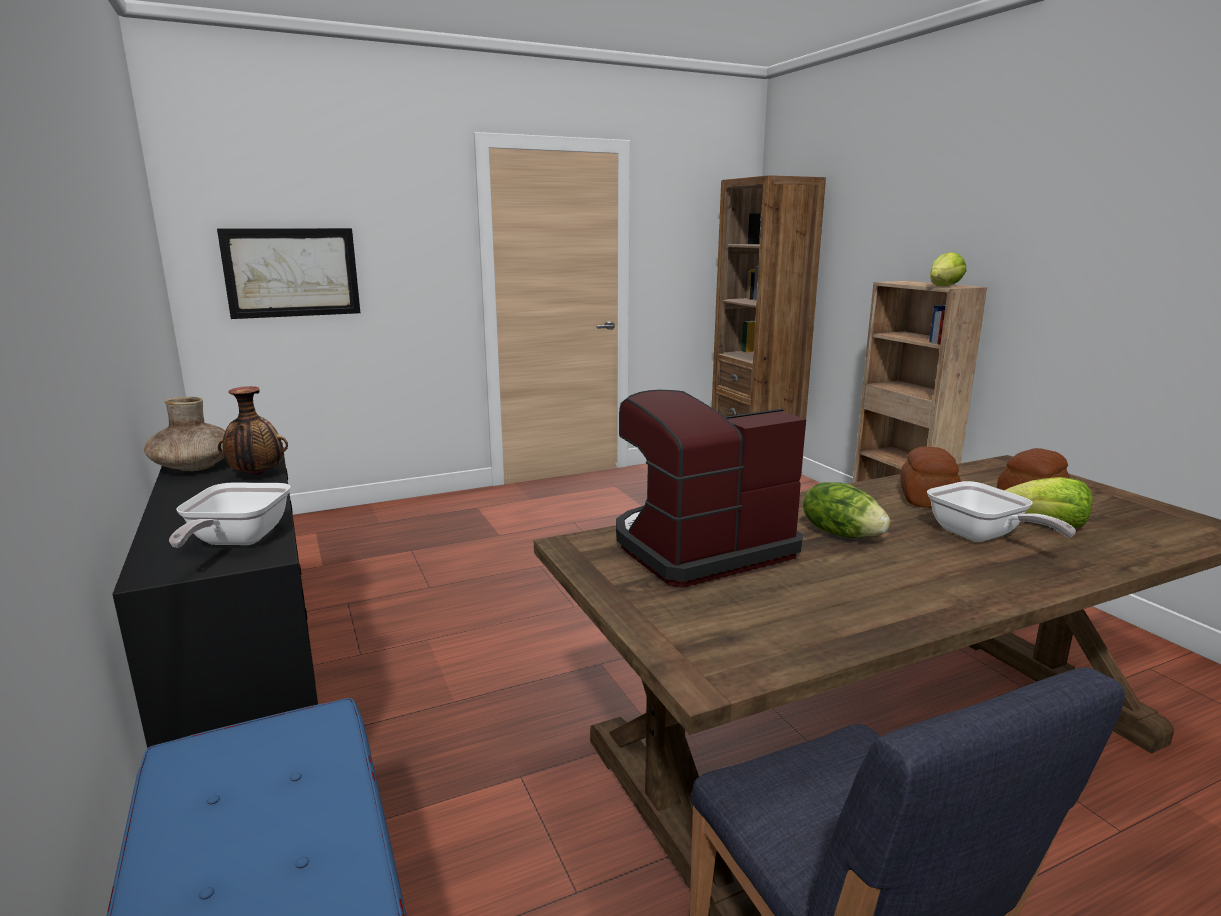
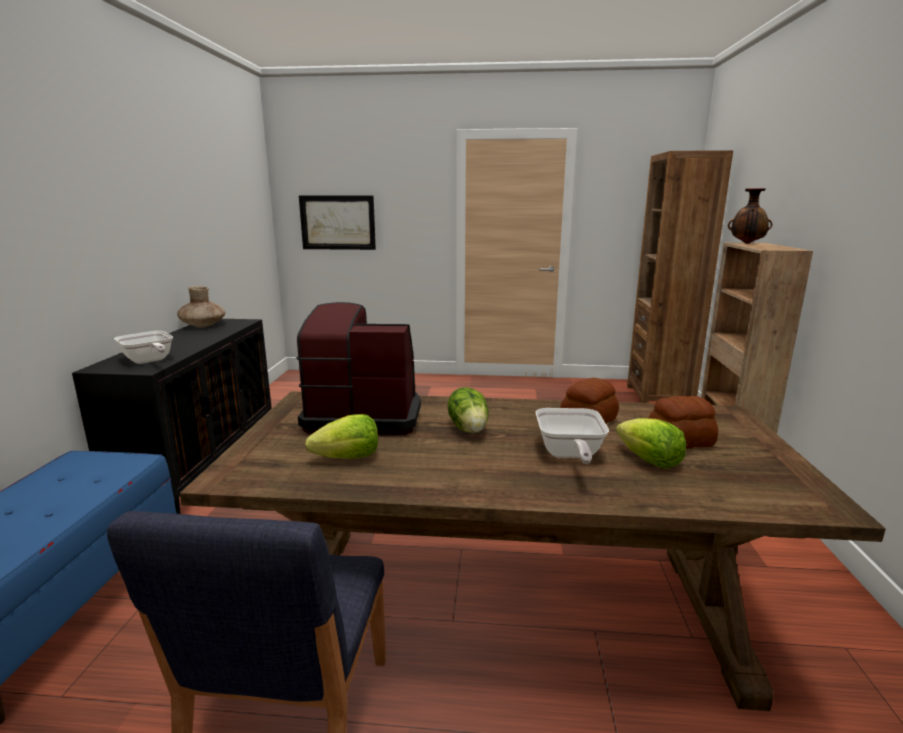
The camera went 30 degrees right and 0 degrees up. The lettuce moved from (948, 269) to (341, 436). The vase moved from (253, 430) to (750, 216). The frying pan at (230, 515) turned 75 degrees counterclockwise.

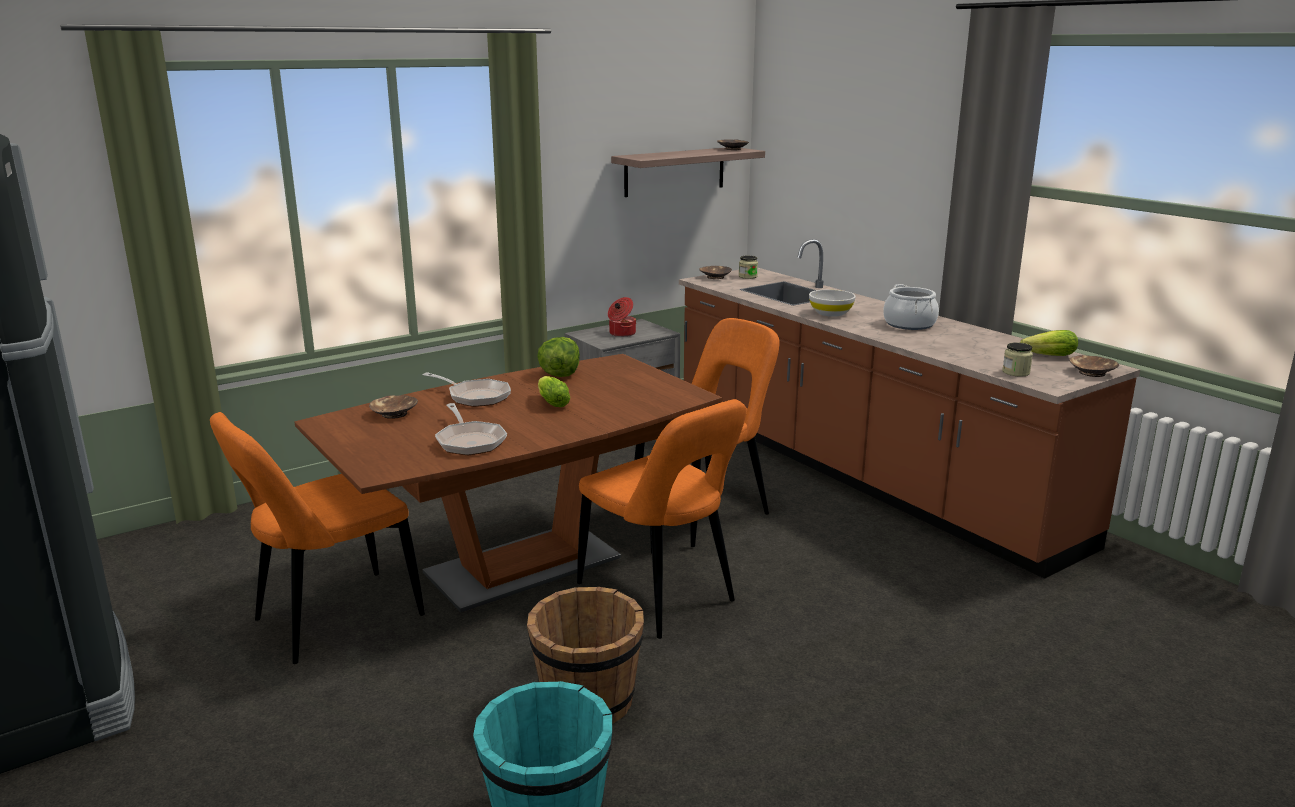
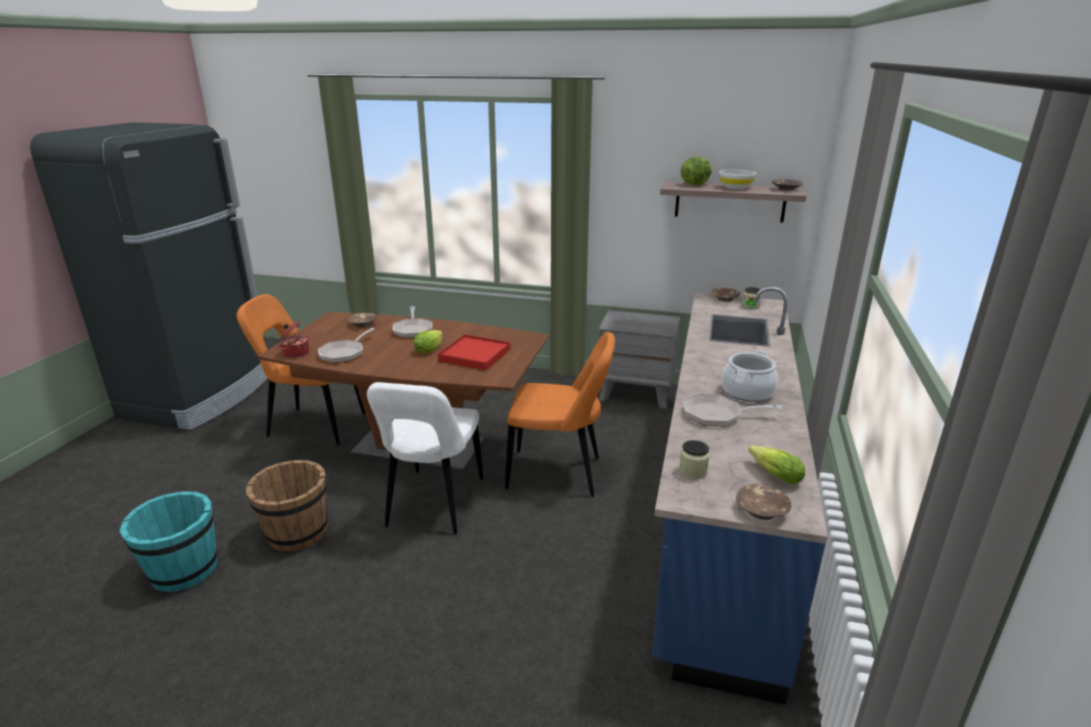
The camera went 50 degrees right and 5 degrees up. The brown counter at (909, 409) became the blue counter at (740, 496). The white bowl moved from (832, 303) to (737, 179). The cooking pot moved from (622, 317) to (294, 339). The lettuce moved from (558, 357) to (696, 171). The orange chair at (662, 519) became the white chair at (425, 458). The red tray at (474, 352) appeared. The frying pan at (732, 410) appeared.

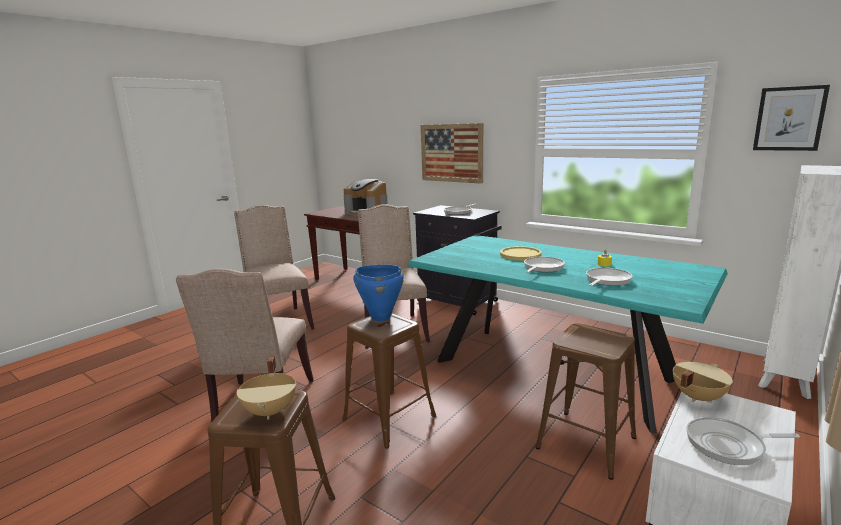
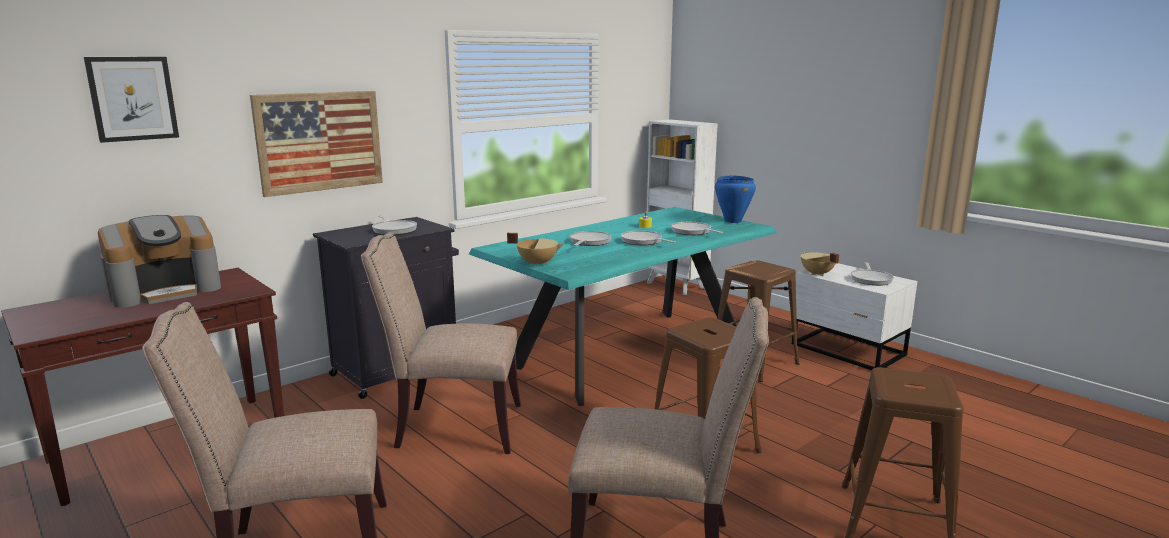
The camera went 80 degrees left and 0 degrees up. The picture moved from (791, 118) to (131, 100). The yellow plate at (520, 253) was replaced by the frying pan at (591, 238). The blue cooking pot moved from (378, 293) to (735, 199). The beige cooking pot moved from (266, 387) to (535, 250).

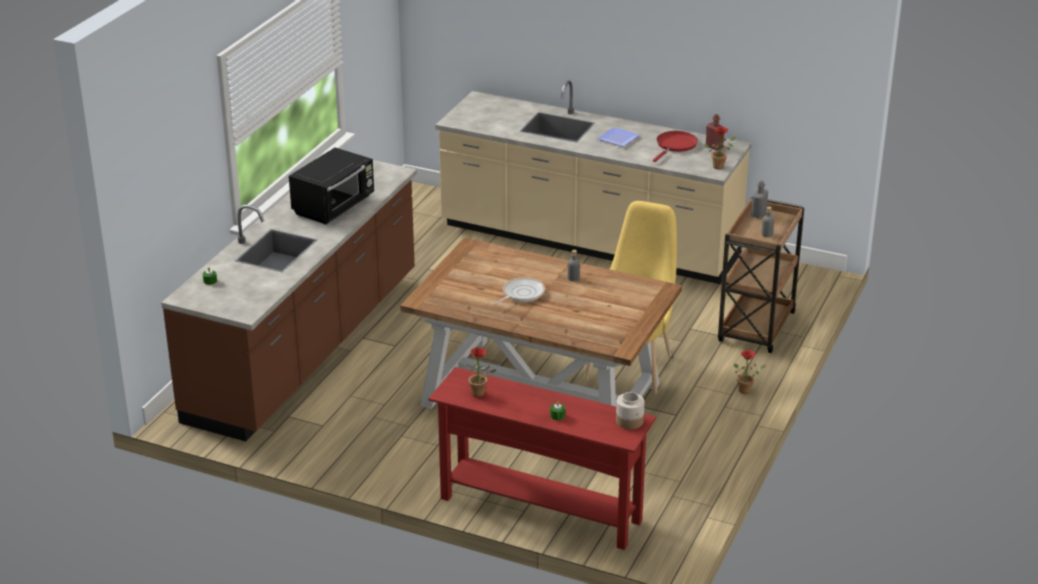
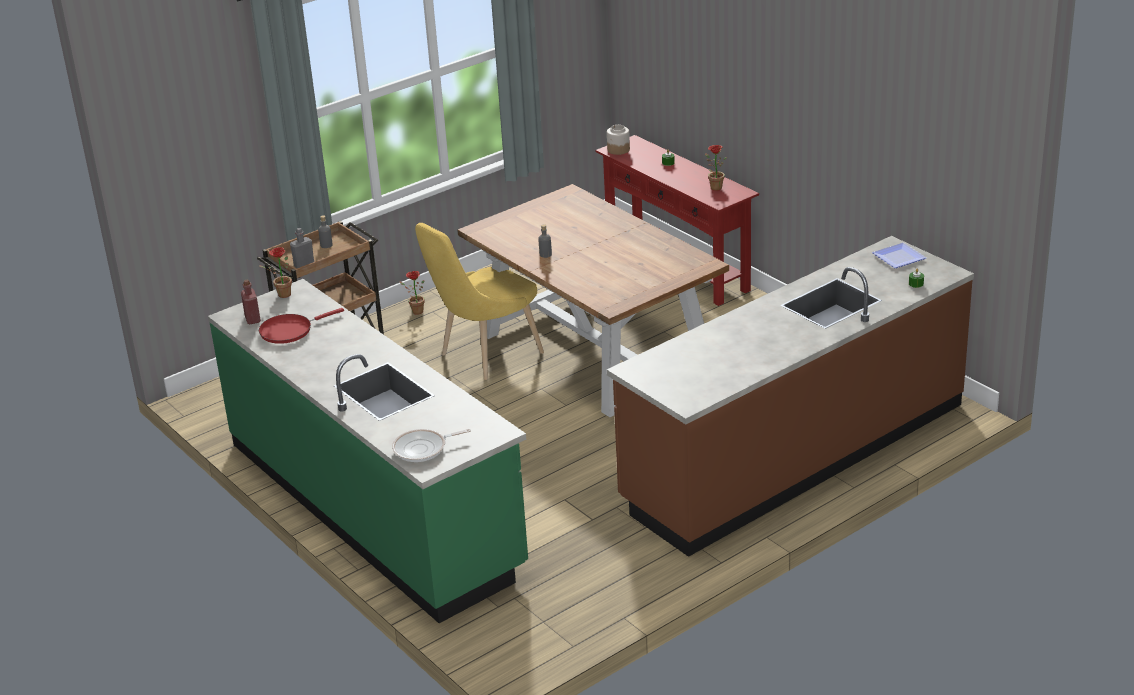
The camera went 150 degrees left and 0 degrees up. The beige counter at (593, 182) became the green counter at (368, 451). The plate moved from (618, 137) to (899, 255). The black microwave at (331, 185) disappeared. The frying pan moved from (519, 291) to (431, 445).

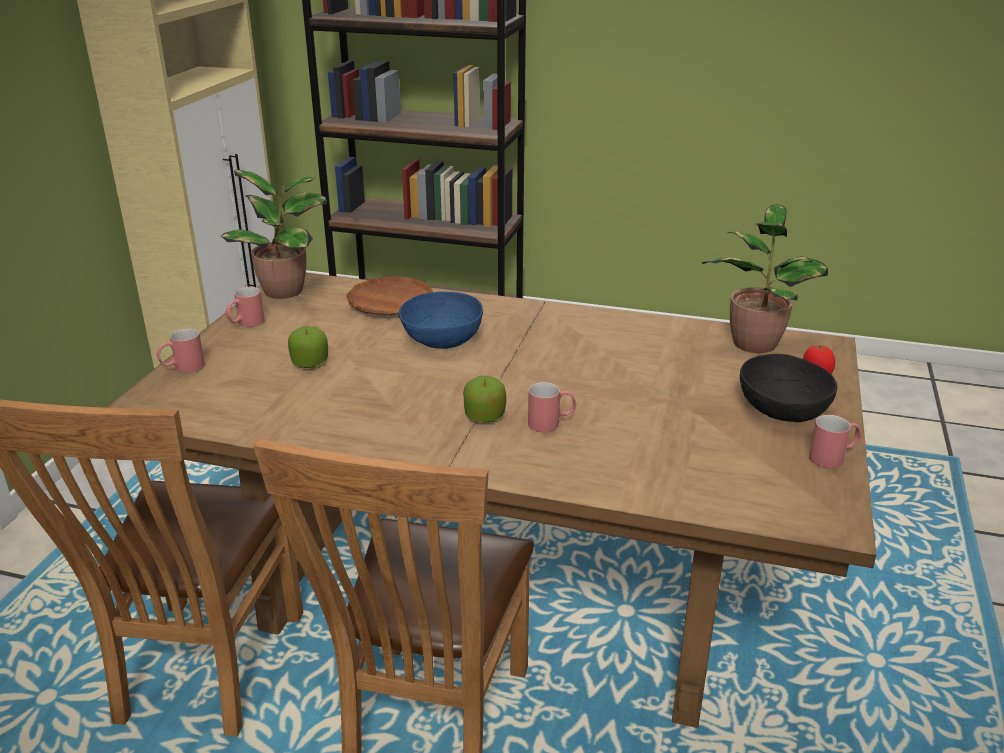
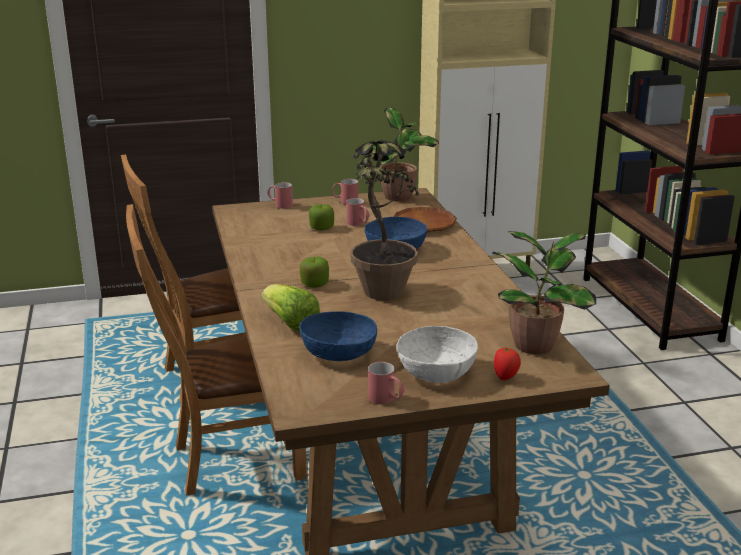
The camera went 60 degrees right and 5 degrees down. The black bowl at (788, 388) became the white bowl at (437, 354). The red mug moved from (552, 407) to (358, 212). The potted plant at (385, 220) appeared. The lettuce at (290, 308) appeared. The blue bowl at (338, 336) appeared.

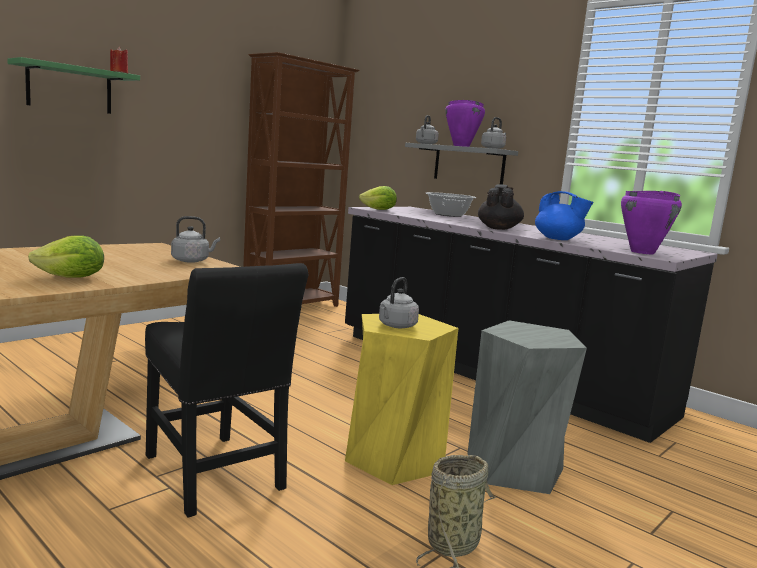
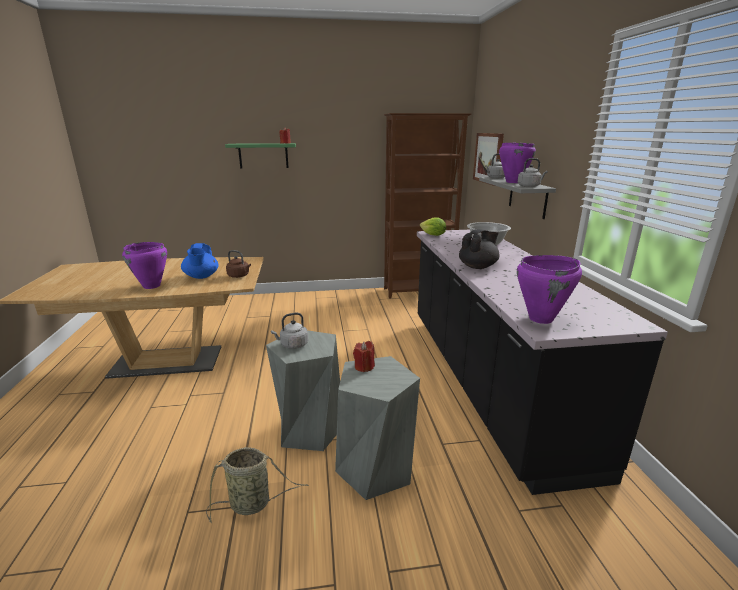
The camera went 40 degrees right and 10 degrees up. The blue teapot moved from (564, 215) to (199, 261). The grey kettle at (195, 239) became the brown kettle at (238, 264). The lettuce at (66, 256) was replaced by the purple cooking pot at (144, 265). The black chair at (226, 390) disappeared. The yellow stool at (401, 399) became the grey stool at (303, 390). The picture at (488, 159) appeared. The red candle at (364, 356) appeared.

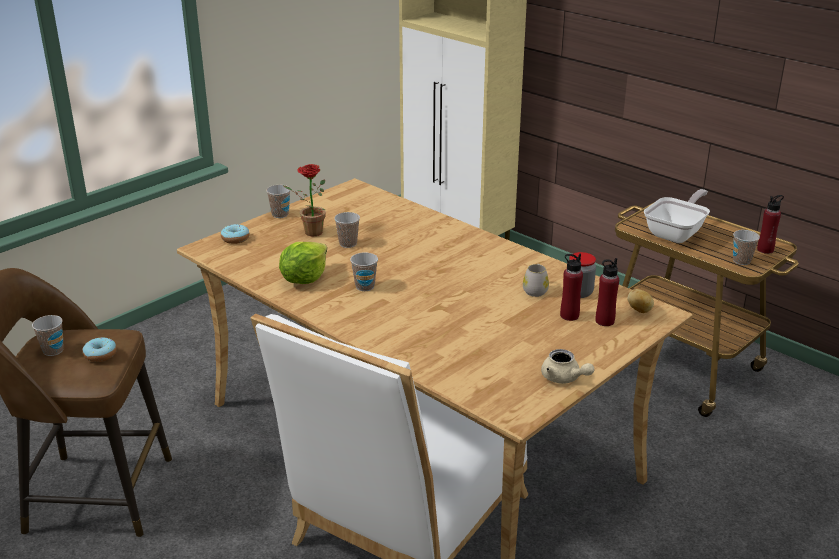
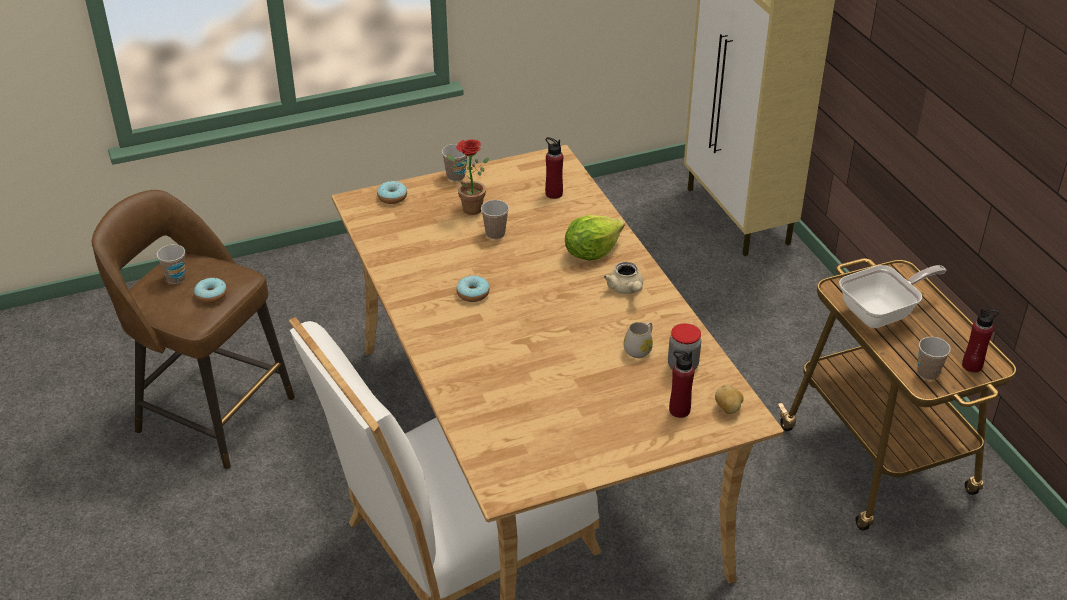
The camera went 25 degrees right and 10 degrees up. The lettuce moved from (303, 263) to (594, 238). The cup at (364, 271) was replaced by the donut at (473, 288). The red bottle moved from (571, 287) to (554, 168). The beige teapot moved from (568, 366) to (623, 278).

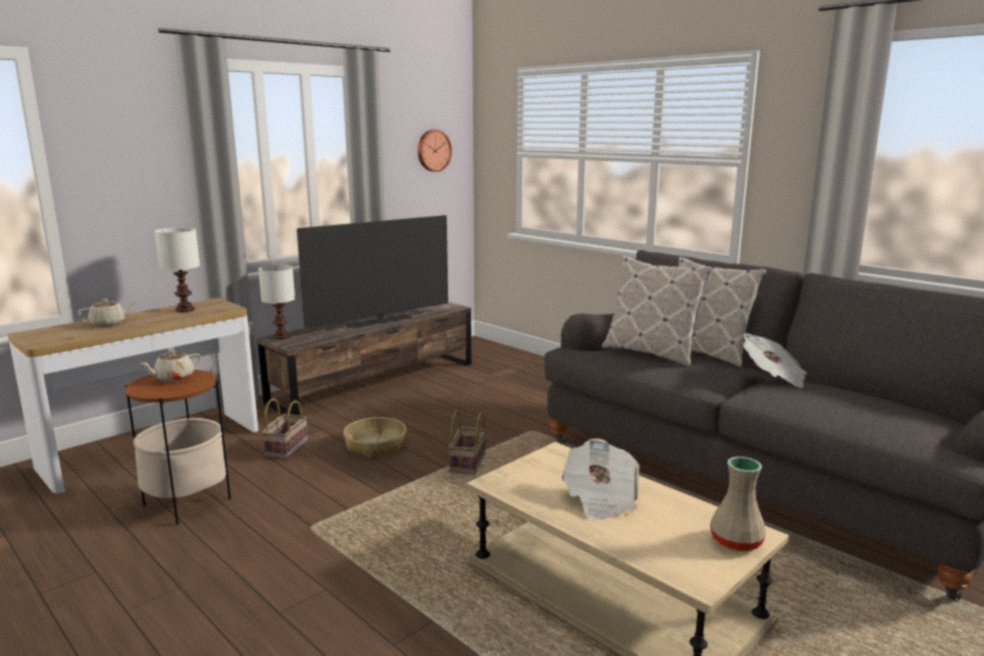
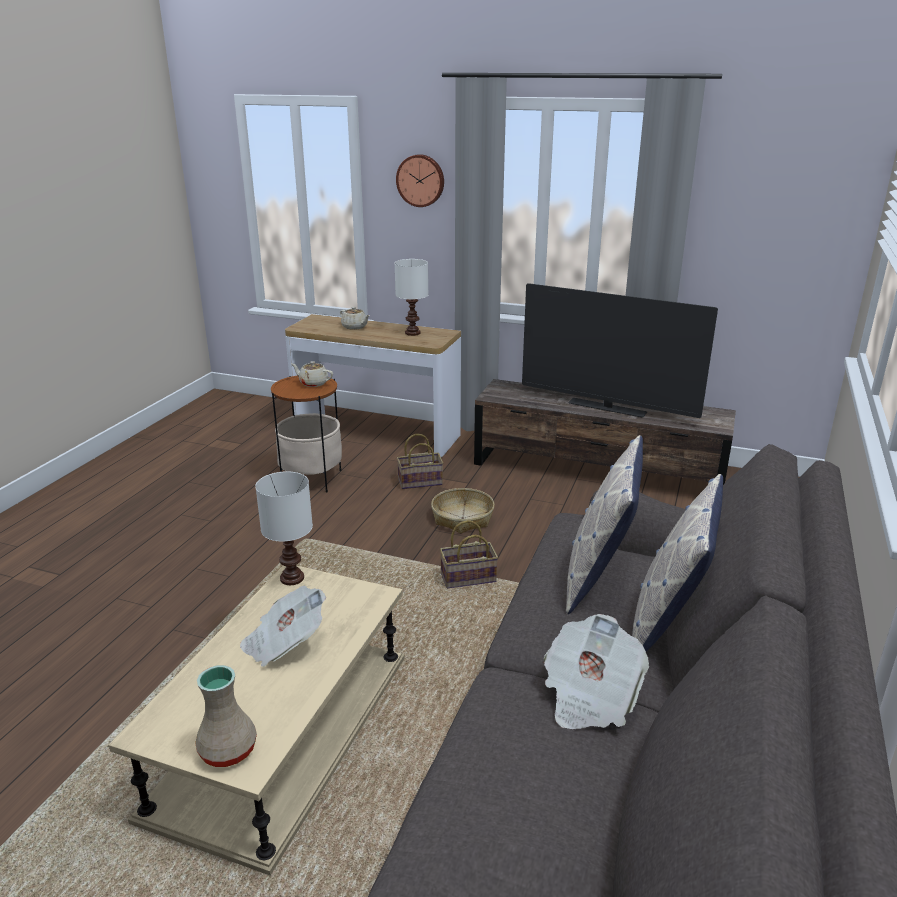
The camera went 65 degrees right and 10 degrees up. The wall clock moved from (435, 151) to (420, 180). The white table lamp moved from (276, 302) to (284, 528).

